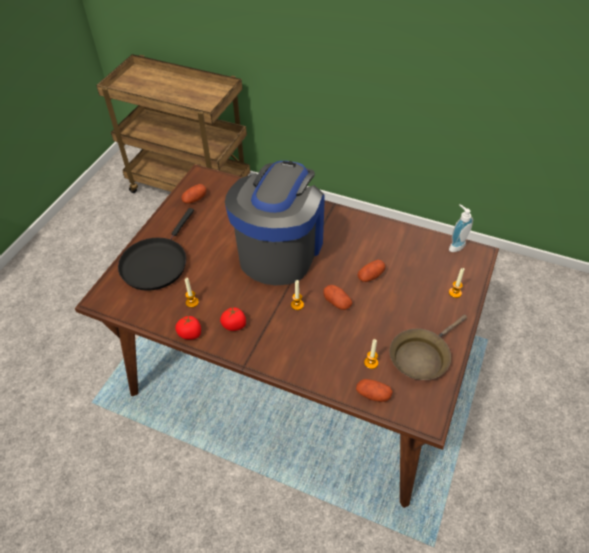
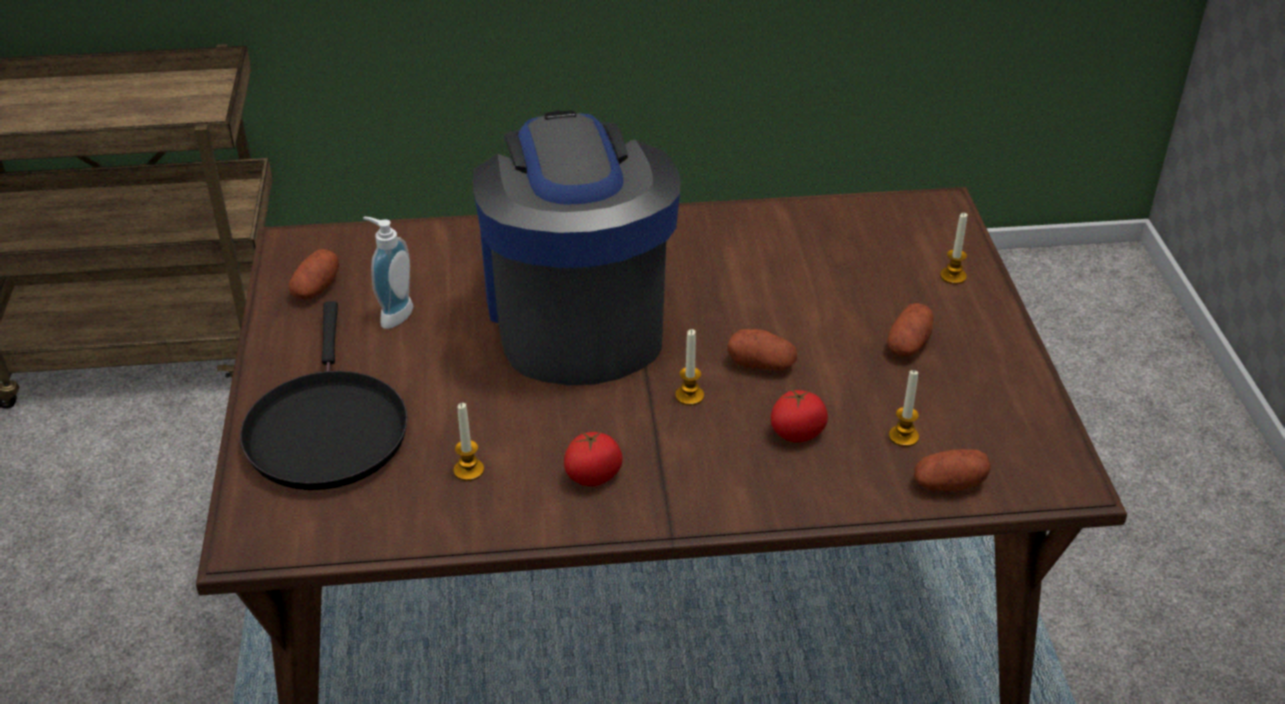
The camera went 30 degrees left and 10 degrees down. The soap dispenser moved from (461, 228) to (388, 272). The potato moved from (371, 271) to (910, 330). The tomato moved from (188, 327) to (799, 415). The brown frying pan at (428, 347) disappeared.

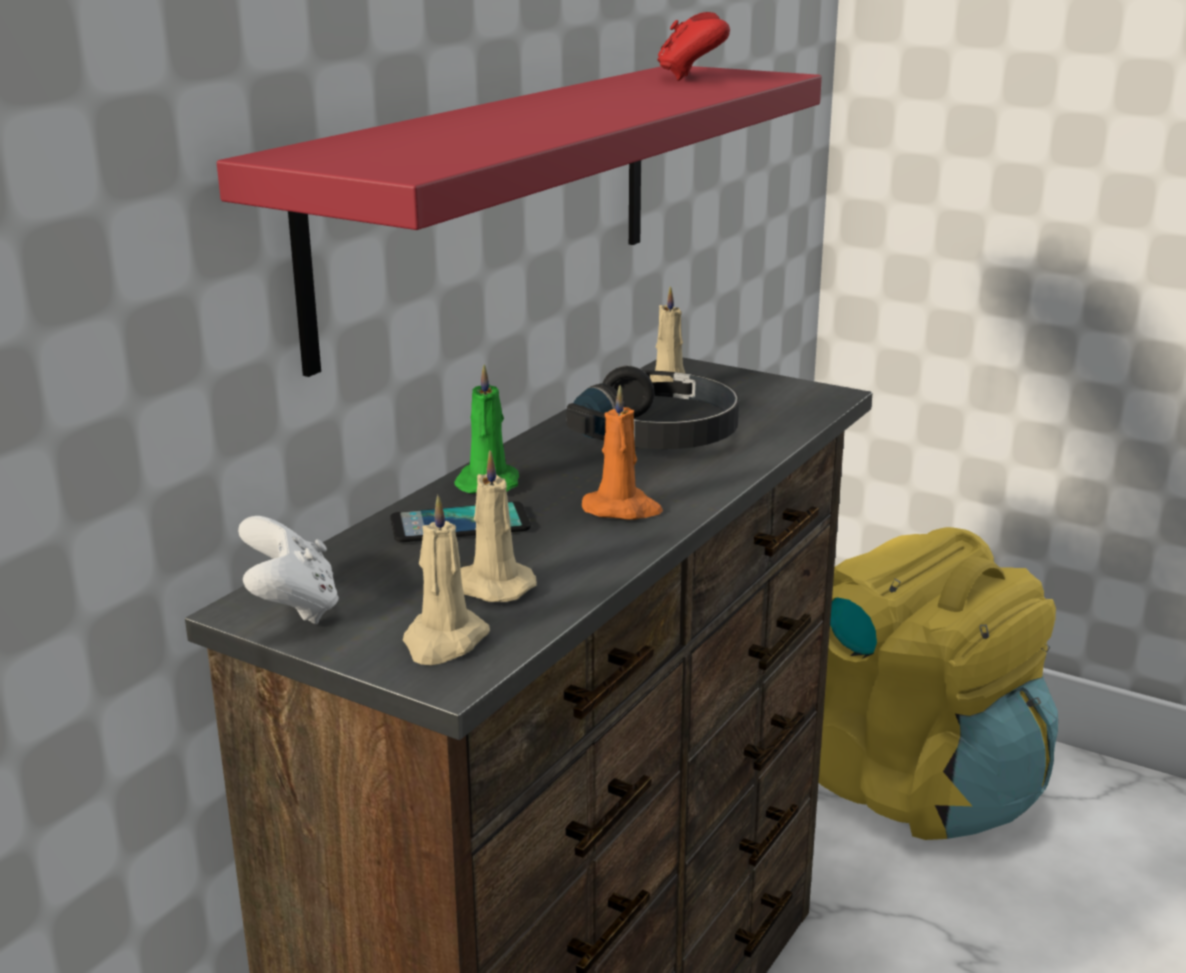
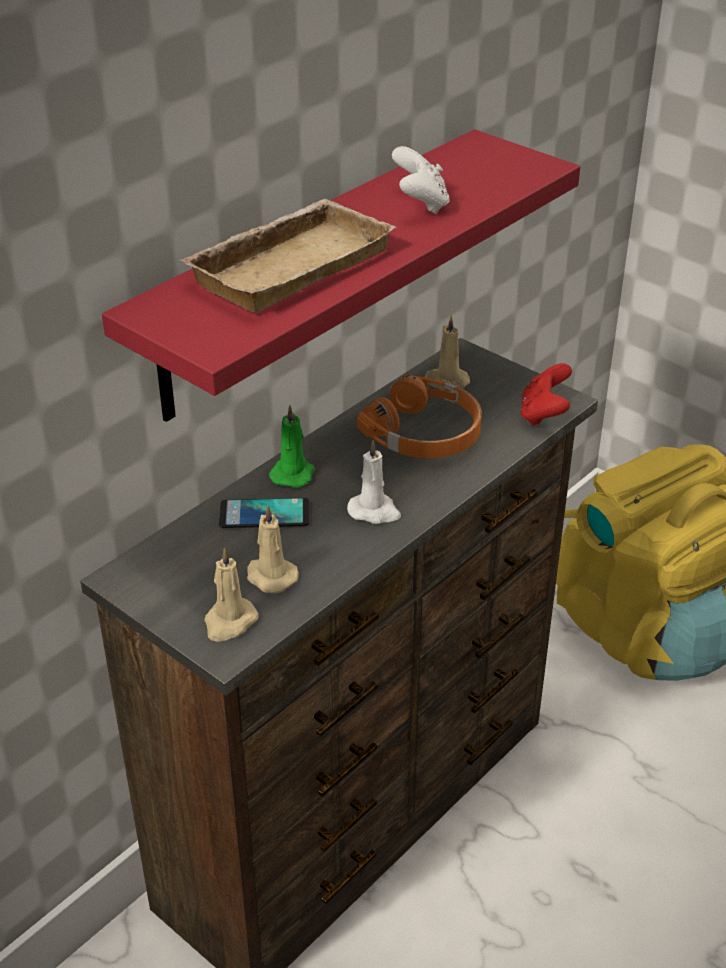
The camera went 10 degrees right and 15 degrees up. The red game controller moved from (693, 46) to (546, 394). The black headphones at (653, 407) became the orange headphones at (419, 416). The orange candle at (622, 452) became the white candle at (374, 482). The white game controller moved from (288, 570) to (421, 180). The beige tray at (287, 256) appeared.

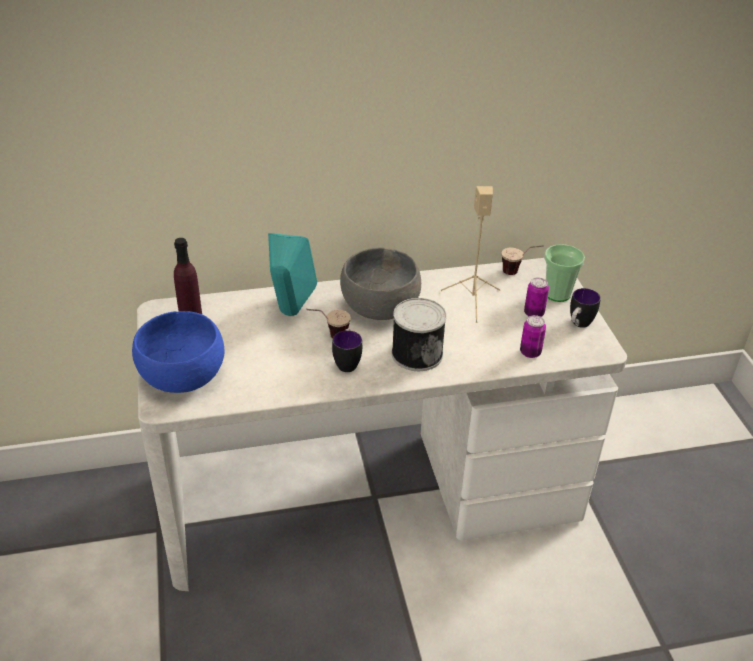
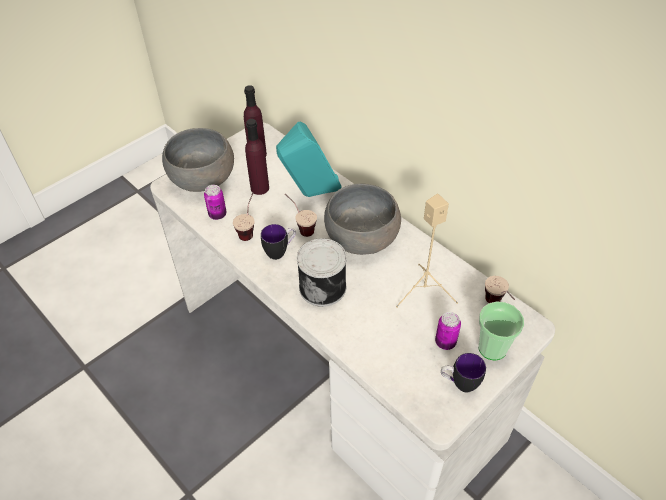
The camera went 60 degrees right and 10 degrees up. The blue bowl at (178, 352) became the grey bowl at (198, 160). The can moved from (533, 336) to (215, 202). The purple bottle at (257, 157) appeared. The cup at (243, 216) appeared.

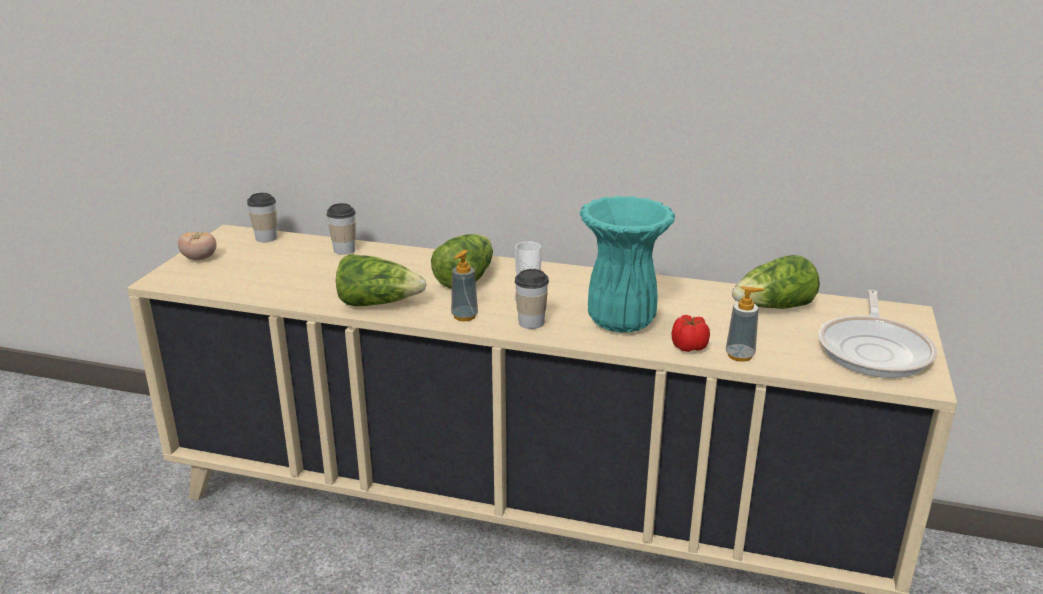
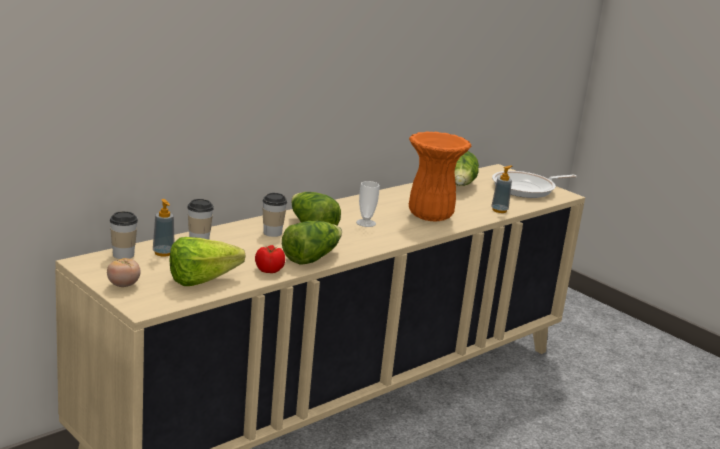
The camera went 60 degrees left and 5 degrees down. The turquoise vase at (627, 264) became the orange vase at (440, 176). The soap dispenser moved from (464, 285) to (163, 228). The cup moved from (532, 299) to (274, 215). The frying pan at (877, 334) turned 105 degrees clockwise. The tomato moved from (691, 333) to (270, 259). The lettuce at (208, 261) appeared.

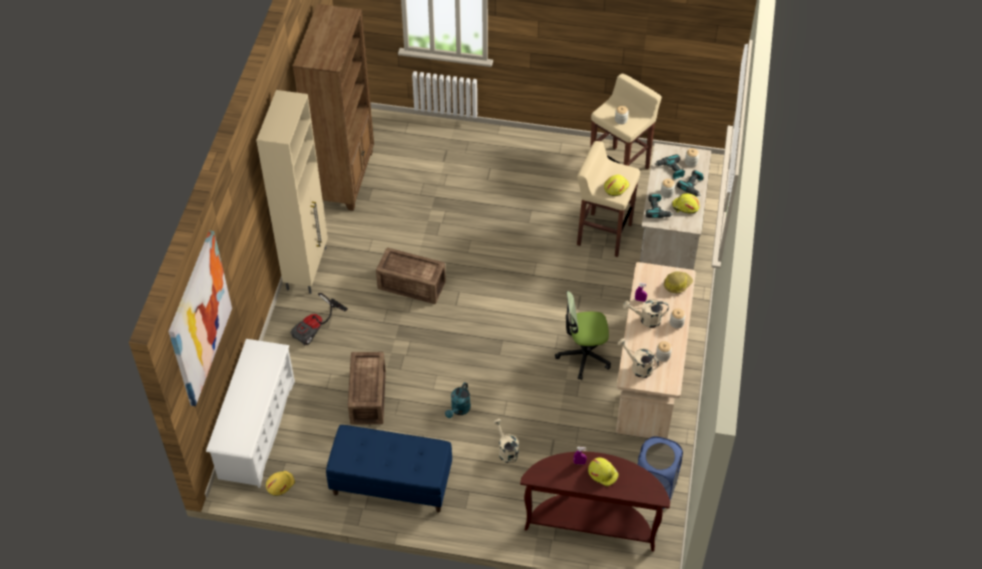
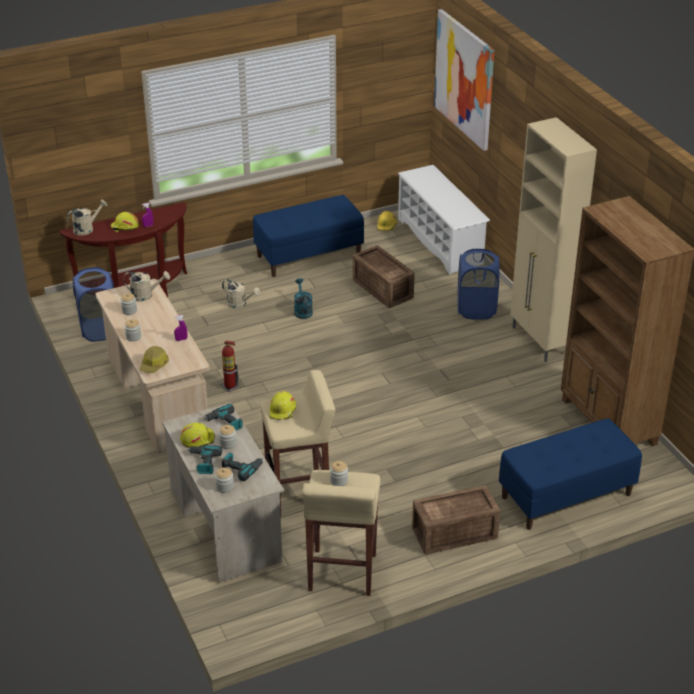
The camera went 145 degrees right and 15 degrees down. The crate moved from (411, 276) to (456, 519). The office chair at (583, 335) was replaced by the fire extinguisher at (230, 366). The vacuum cleaner at (319, 319) was replaced by the blue laundry basket at (478, 284). The beige watering can moved from (646, 313) to (87, 218). The blue bench at (570, 474) appeared.

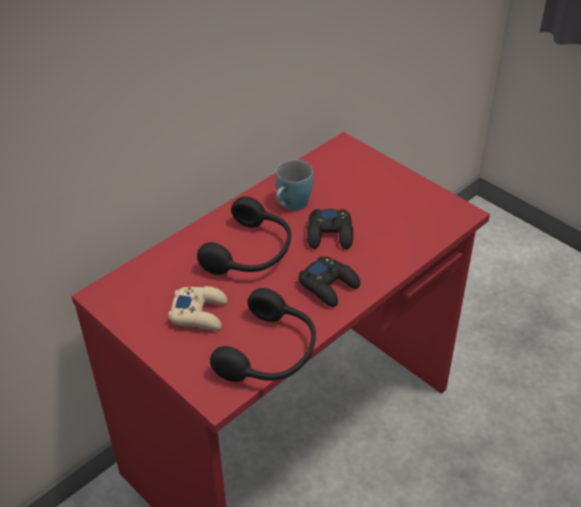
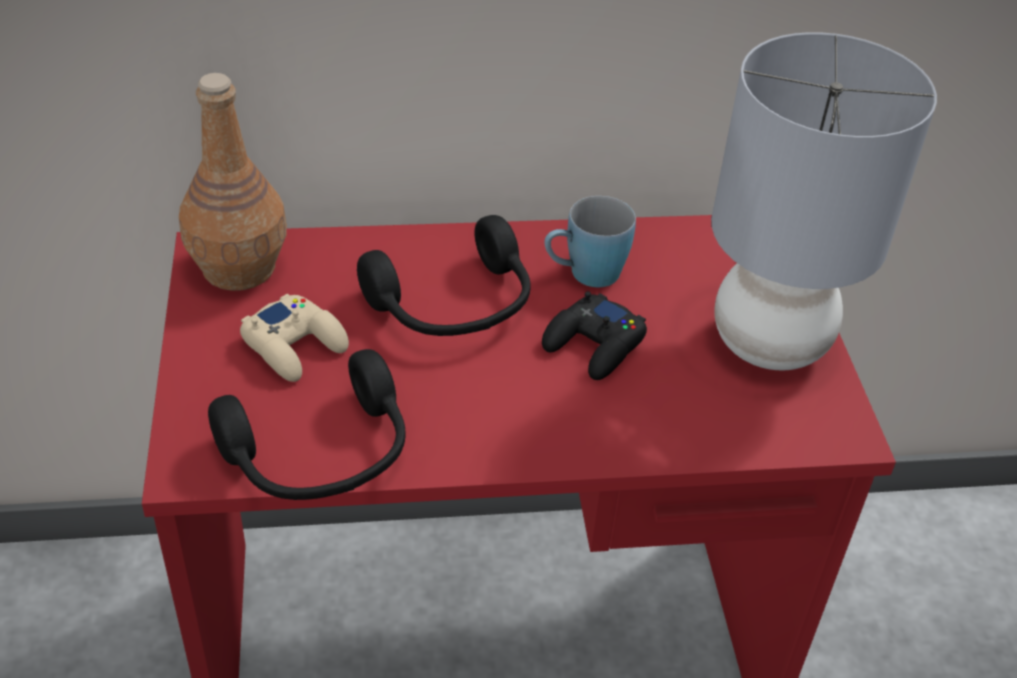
The camera went 35 degrees right and 0 degrees up. The black game controller at (329, 281) disappeared. The grey table lamp at (824, 201) appeared. The brown bottle at (233, 182) appeared.

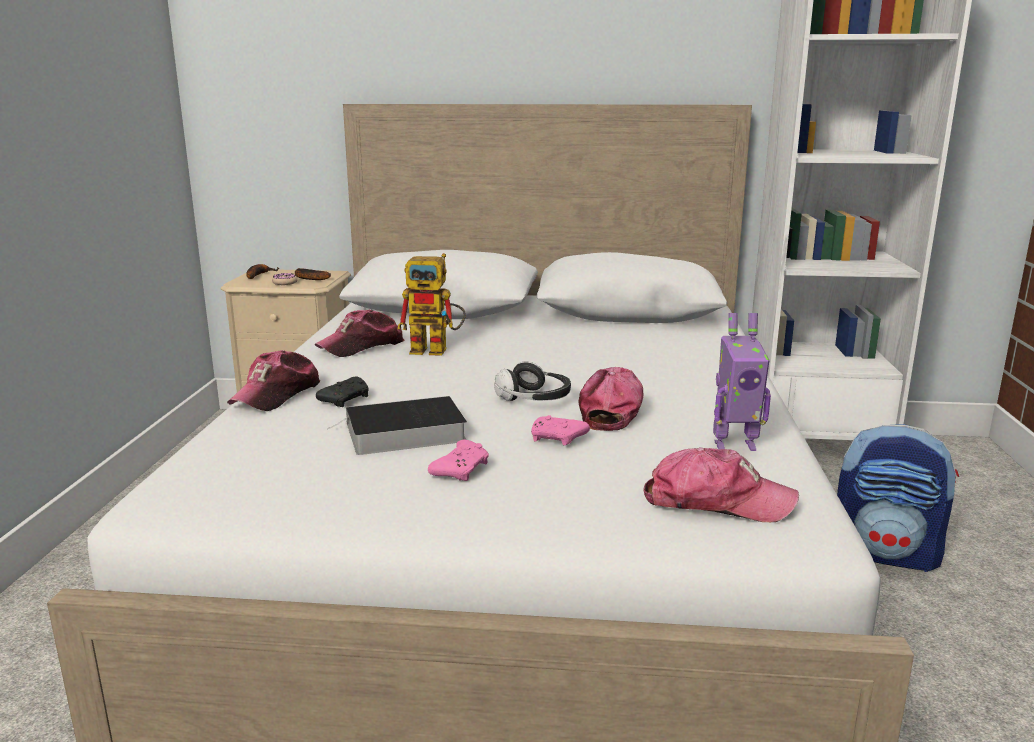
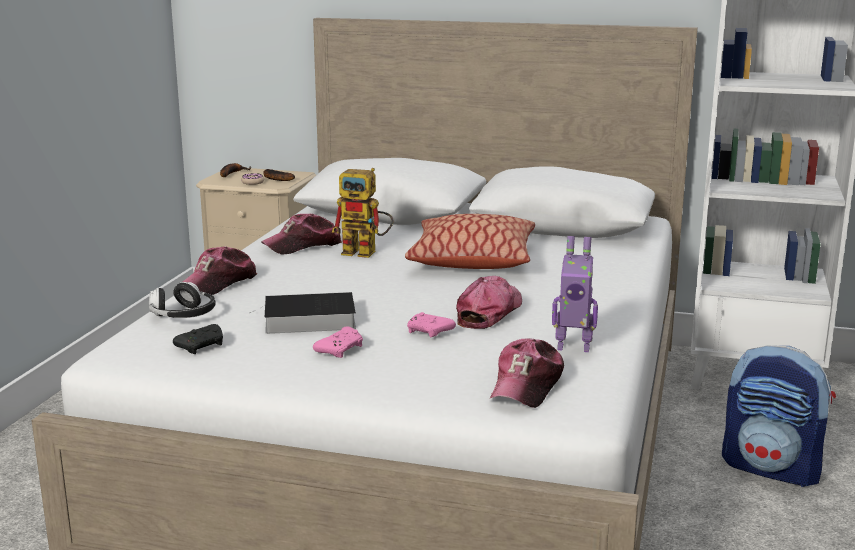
The camera went 10 degrees right and 0 degrees up. The headphones moved from (532, 381) to (182, 300). The black game controller moved from (342, 391) to (198, 339). The cap at (721, 484) turned 90 degrees clockwise. The pillow at (470, 241) appeared.

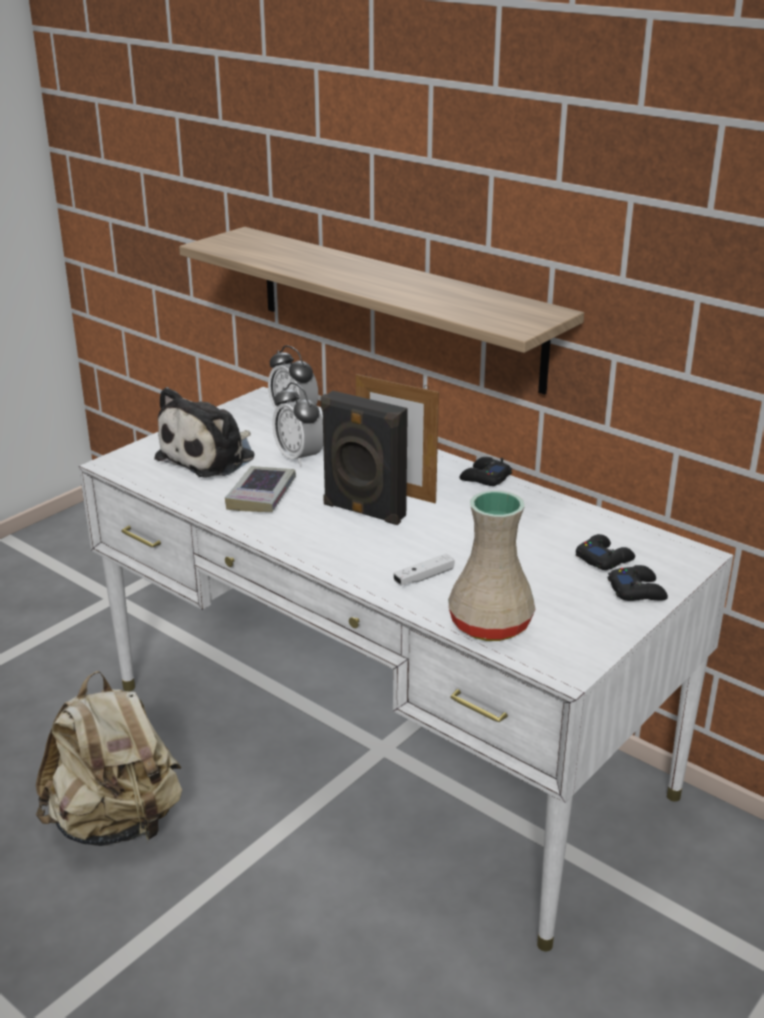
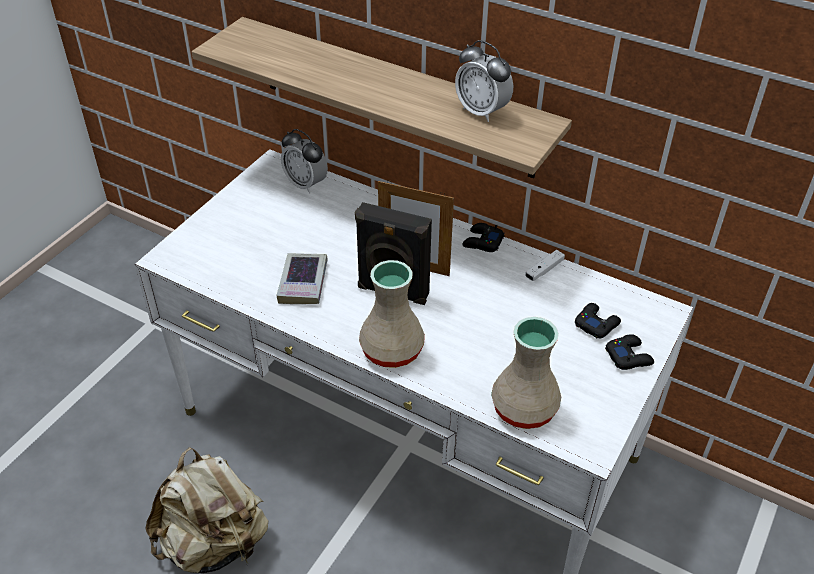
The camera went 10 degrees left and 15 degrees up. The alarm clock moved from (297, 424) to (484, 81). The plush toy at (204, 432) disappeared. The white game controller moved from (423, 569) to (545, 265). The beige vase at (392, 314) appeared.

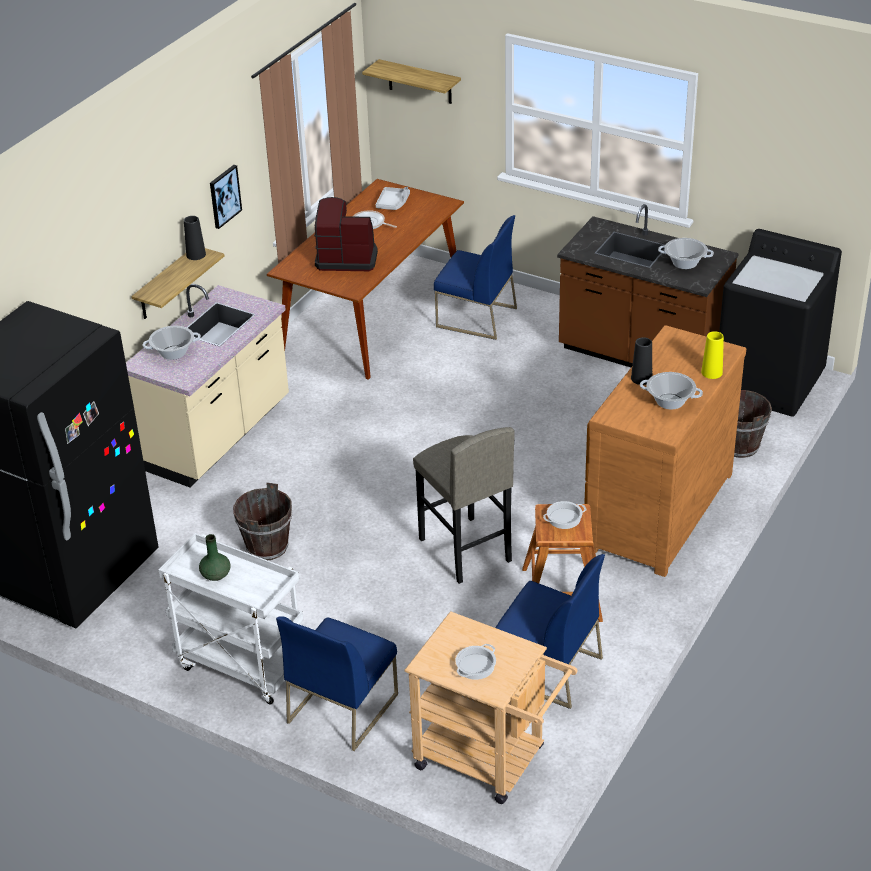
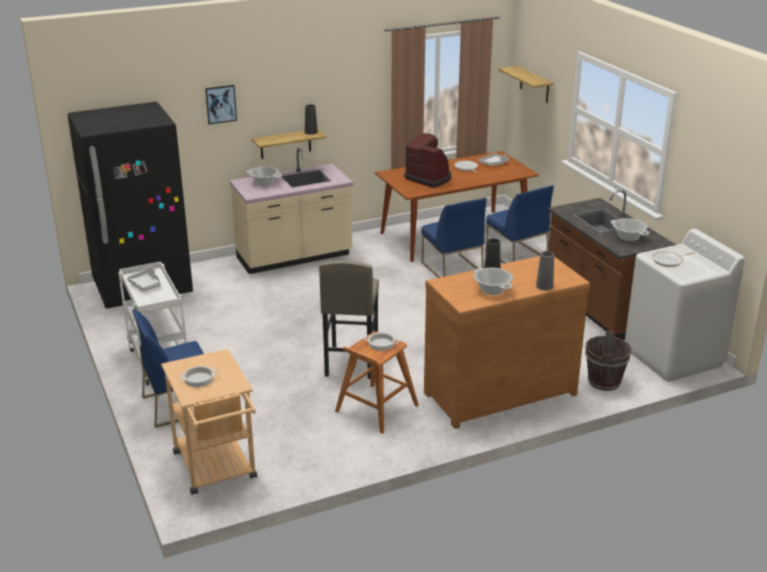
The camera went 35 degrees right and 10 degrees down. The picture moved from (226, 197) to (221, 105). The black washing machine at (780, 323) became the white washing machine at (685, 305). The yellow vase at (712, 355) became the grey vase at (545, 270). The brown bucket at (262, 521) disappeared. The green vase at (214, 557) was replaced by the grey tray at (144, 279). The blue chair moved from (550, 631) to (454, 238). The frying pan at (673, 259) appeared.

